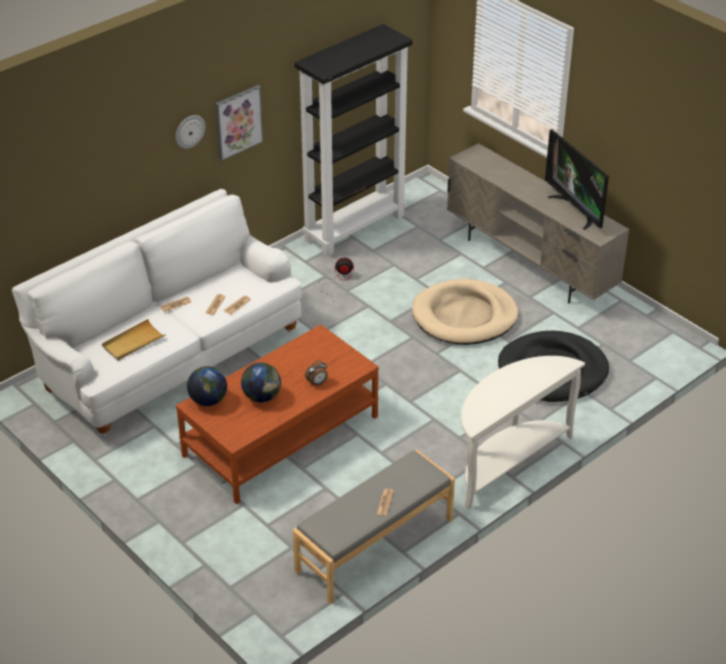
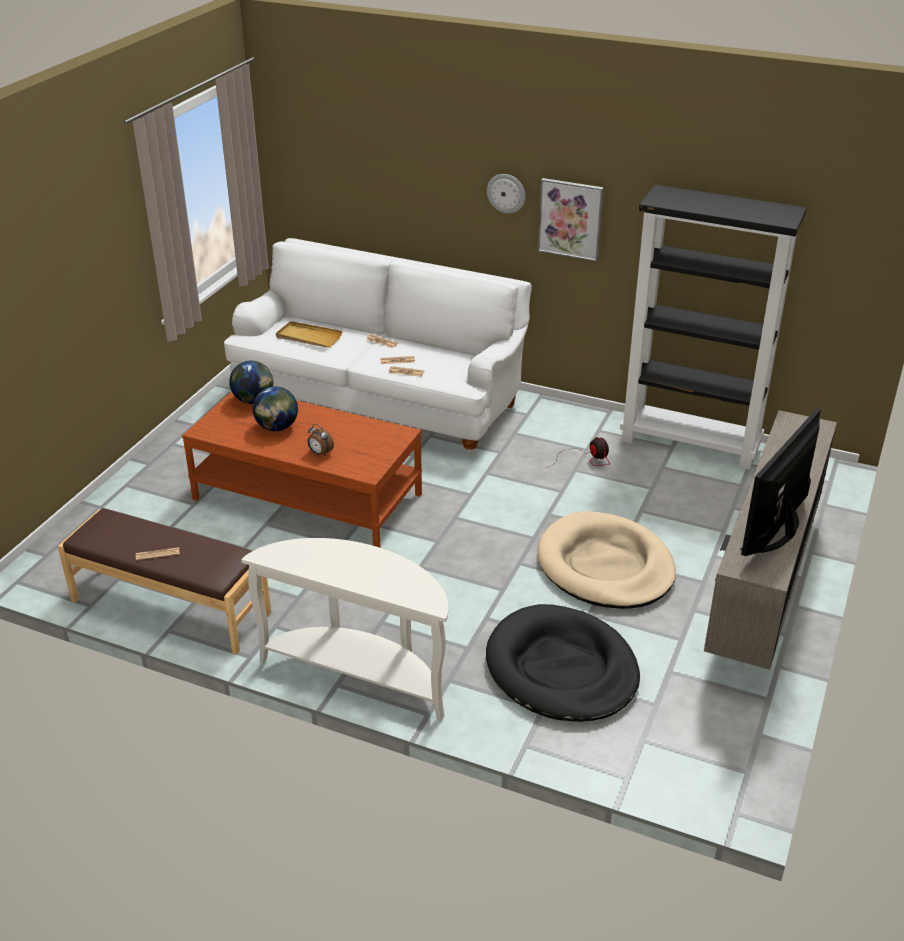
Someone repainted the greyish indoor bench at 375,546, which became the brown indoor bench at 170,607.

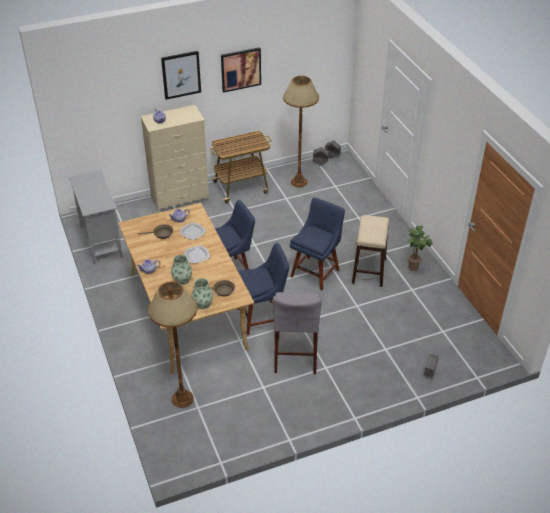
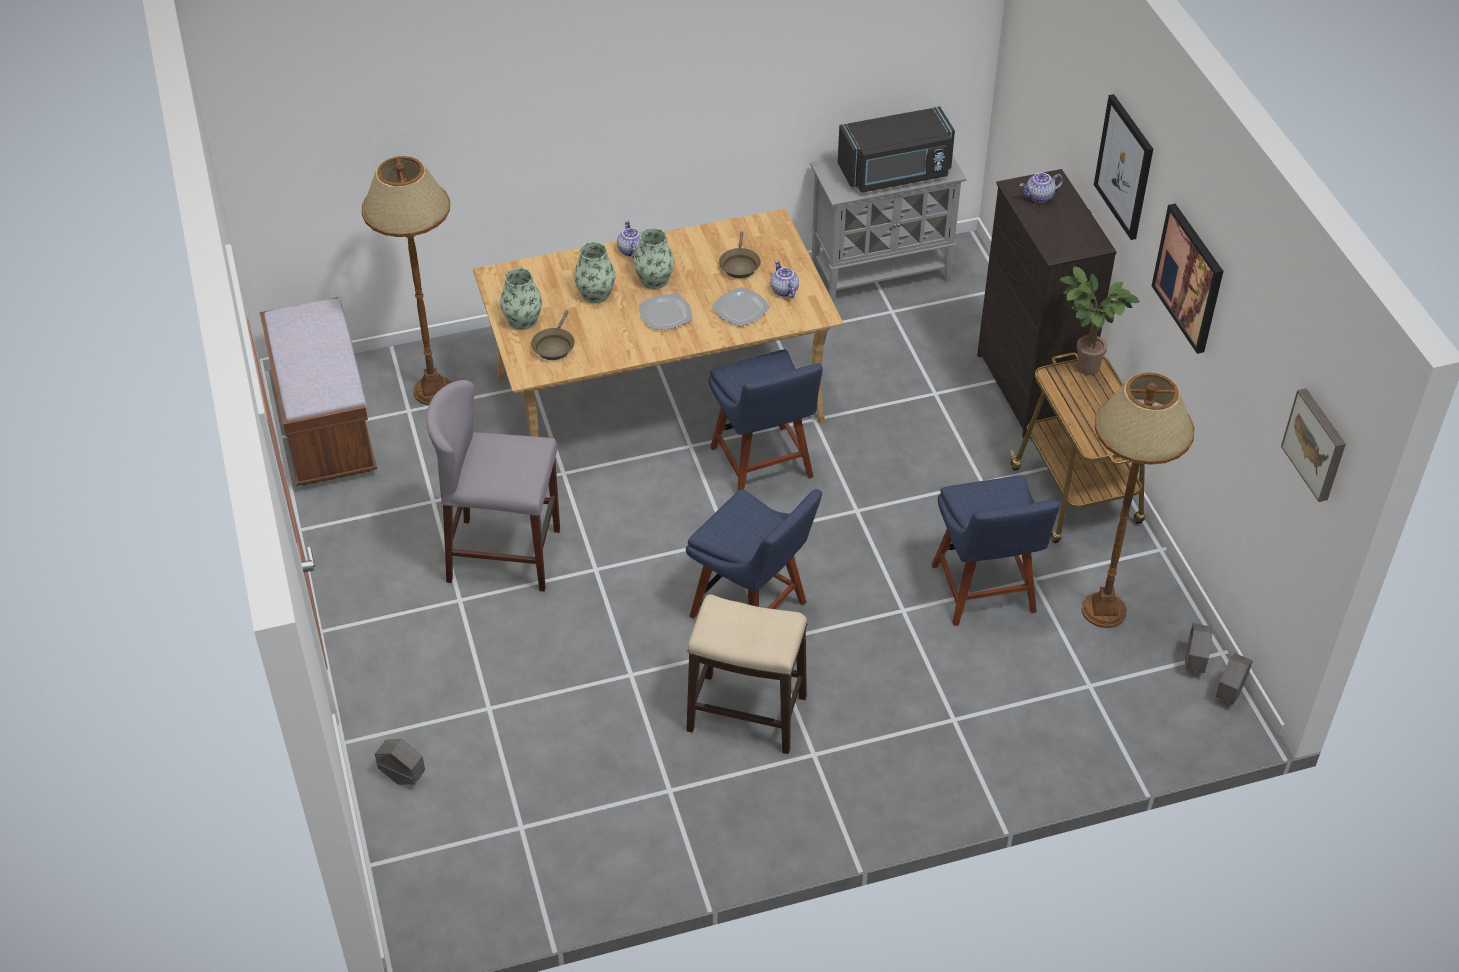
Someone put down the brown indoor bench at 325,428.
Someone put down the flower vase at 654,279.
Someone put down the black microwave at 895,174.
Someone carried the bluish upright chair from 262,317 to 985,593.
Someone repainted the sand-coloured chest of drawers at 180,198, which became the black chest of drawers at 1028,390.
Someone carried the houseplant from 414,268 to 1084,368.
Someone put up the wall art at 1317,444.

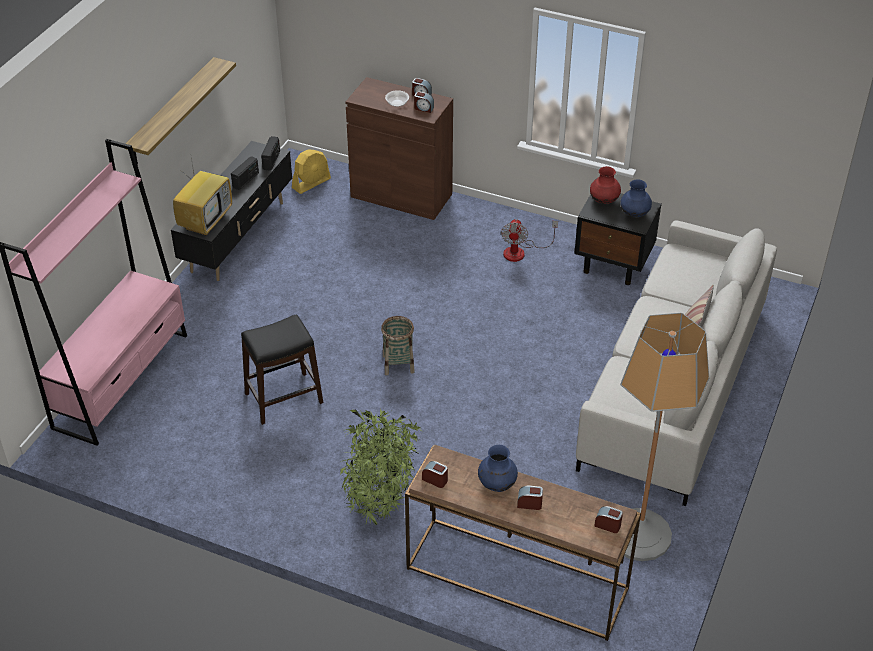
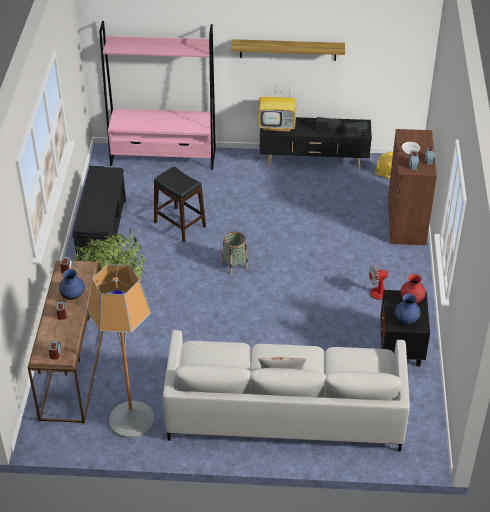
Someone put down the black indoor bench at 102,231.

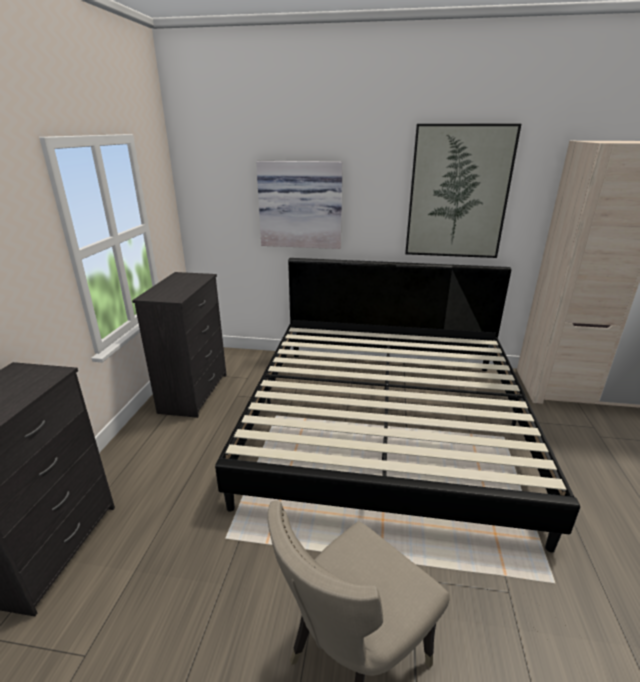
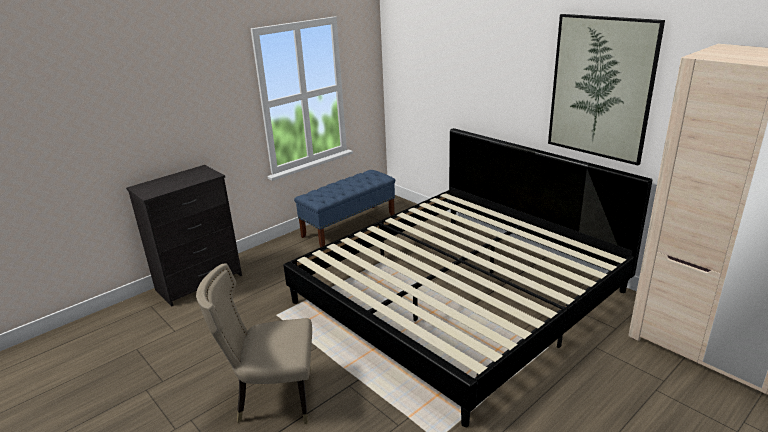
Someone swapped the black chest of drawers at 195,392 for the bluish indoor bench at 349,226.
Someone took away the wall art at 300,205.

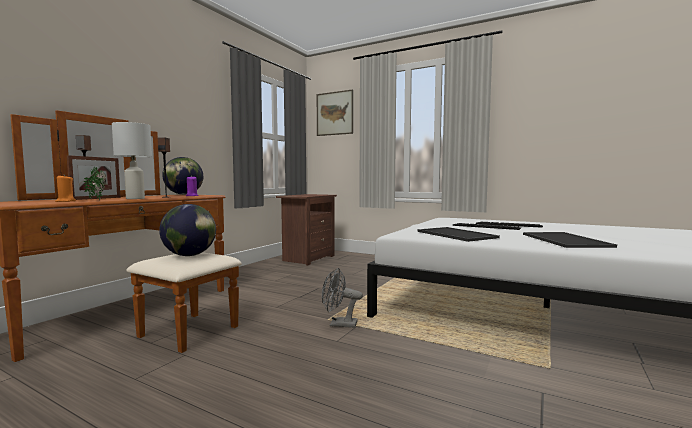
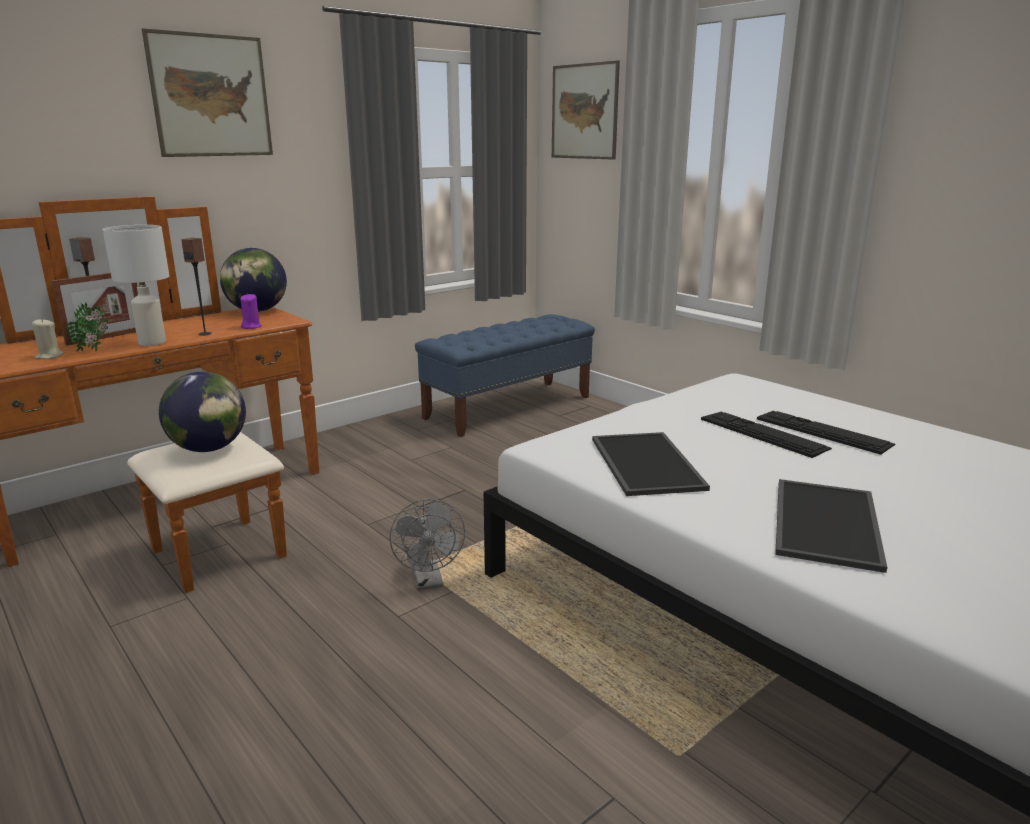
Someone repainted the orange candle at 65,201, which became the sand-coloured candle at 49,356.
Someone put up the wall art at 211,96.
Someone rotated the greyish fan at 339,324 by 135 degrees counterclockwise.
Someone swapped the brown bedside table at 308,258 for the bluish indoor bench at 509,407.

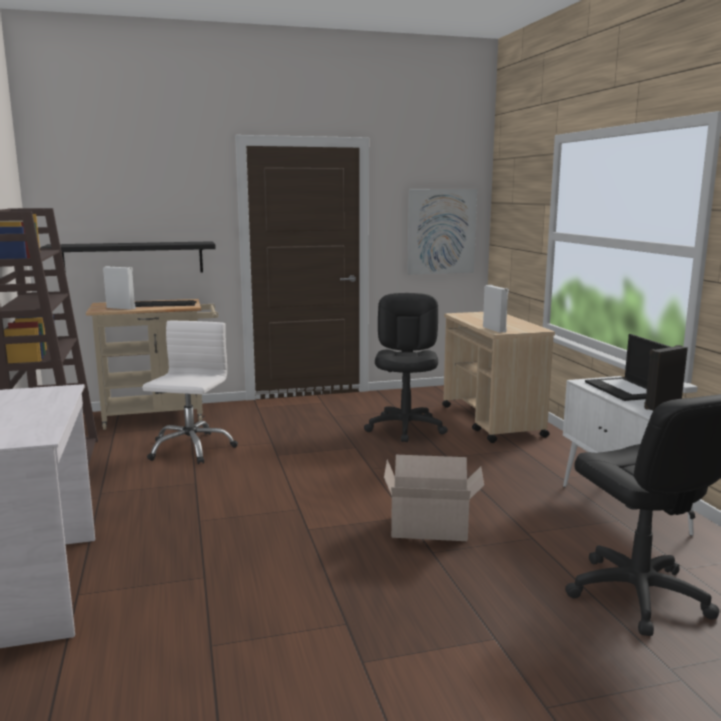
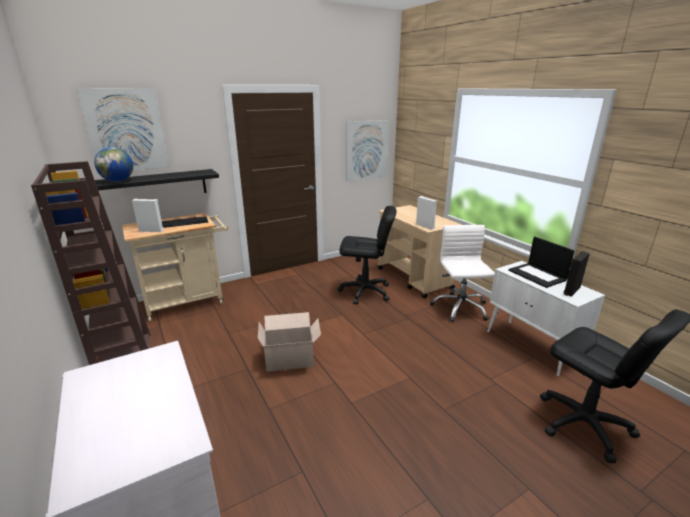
Someone put up the wall art at 126,130.
Someone put down the globe at 118,181.
Someone carried the packing box from 432,528 to 291,359.
Someone rotated the black office chair at 406,428 by 105 degrees clockwise.
Someone carried the white-coloured office chair from 190,448 to 460,308.

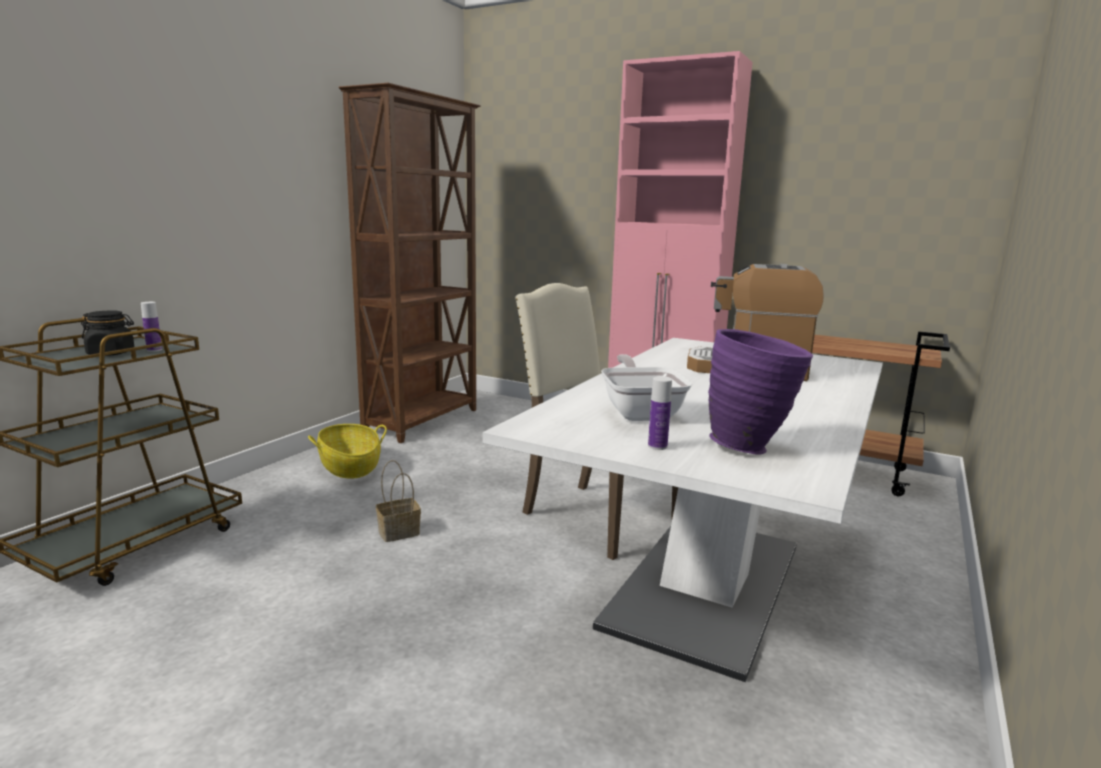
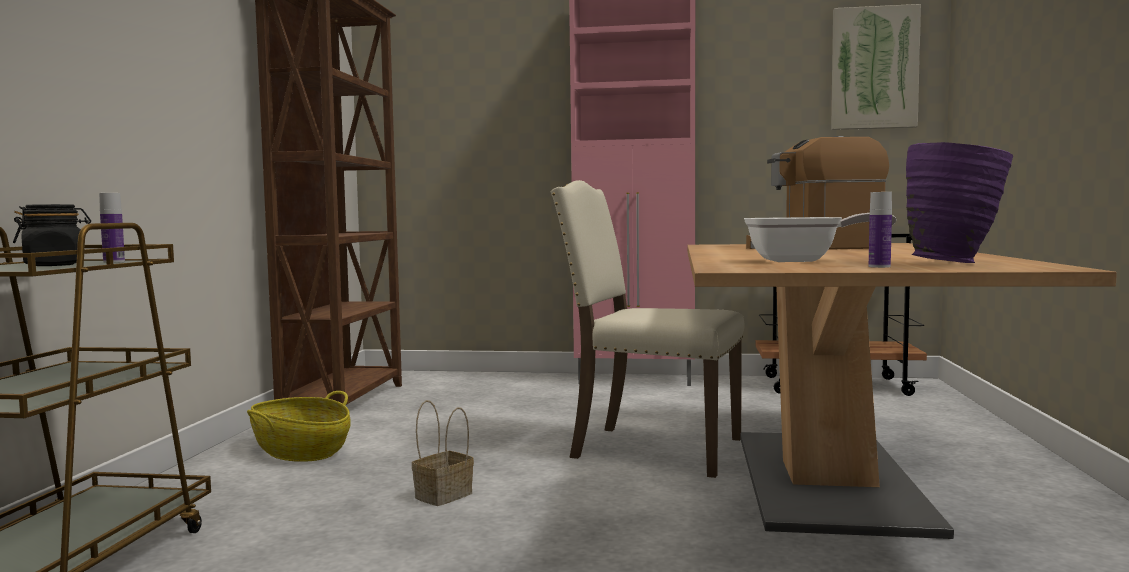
Someone repainted the white-coloured dinner table at 705,584, which became the brown dinner table at 827,479.
Someone rotated the skillet at 640,412 by 120 degrees clockwise.
Someone put up the wall art at 874,68.

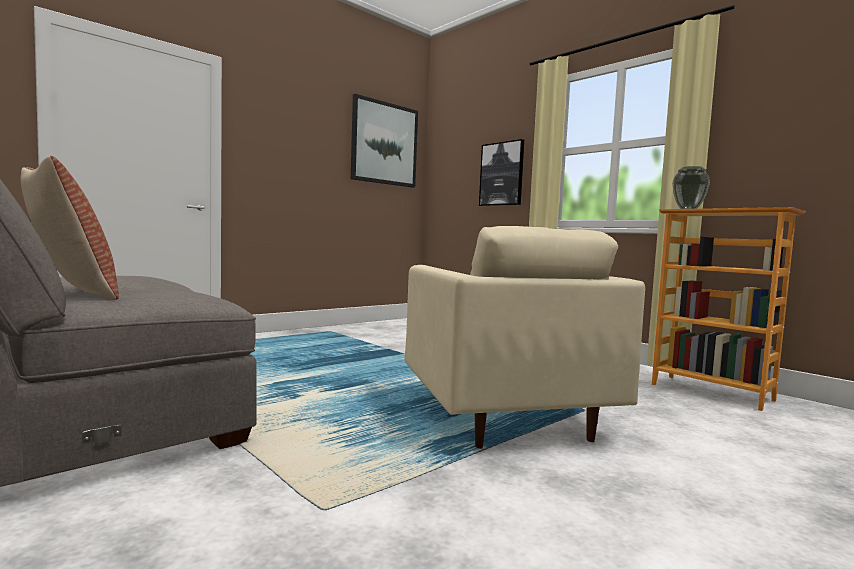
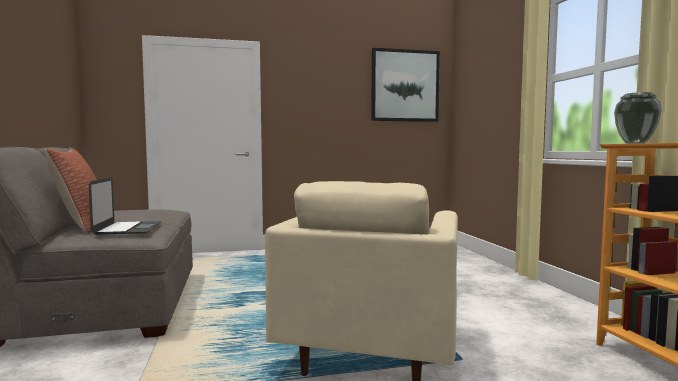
Someone put down the portable computer at 128,228.
Someone took away the wall art at 502,174.

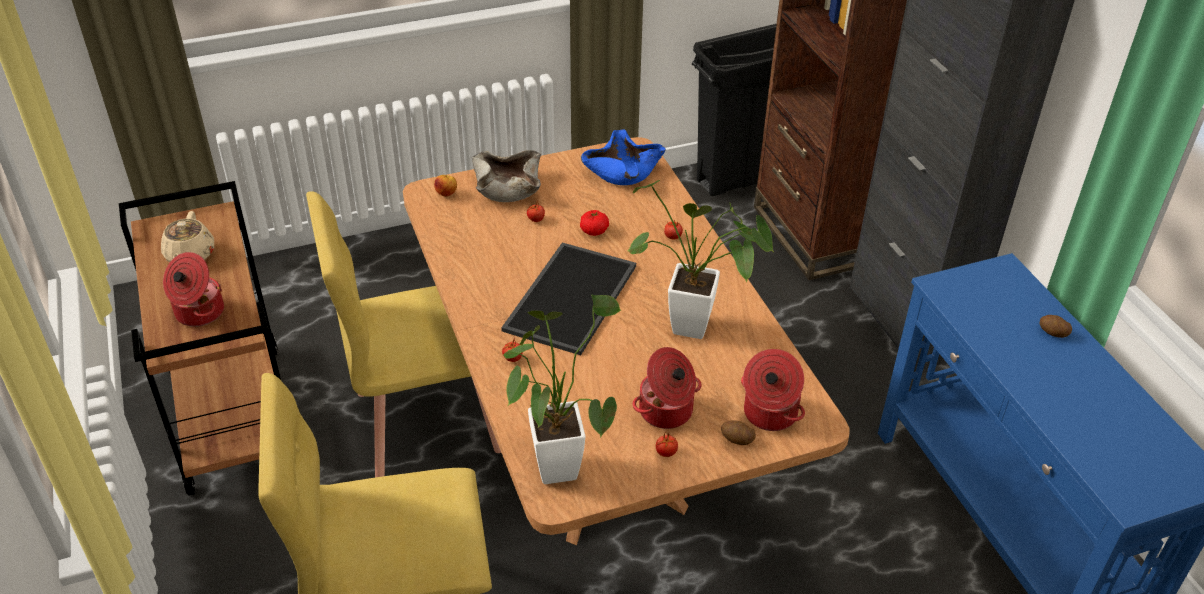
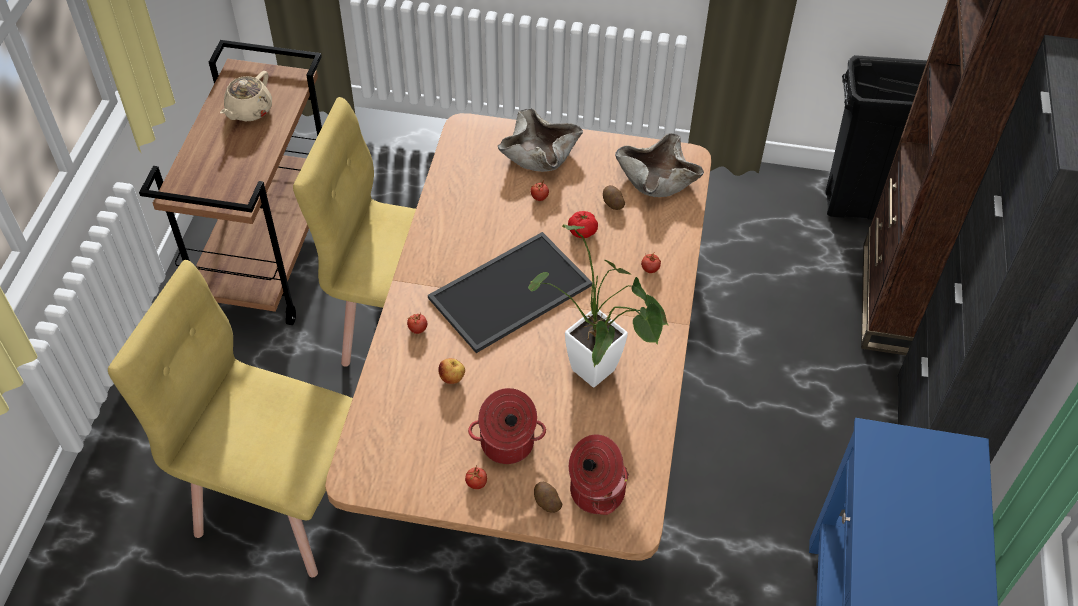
Someone carried the apple fruit from 447,194 to 452,379.
Someone carried the potato from 1052,333 to 612,203.
Someone repainted the bluish bowl at 622,171, which became the sand-coloured bowl at 656,178.
Someone took away the cooking pot at 198,312.
Someone took away the houseplant at 556,461.

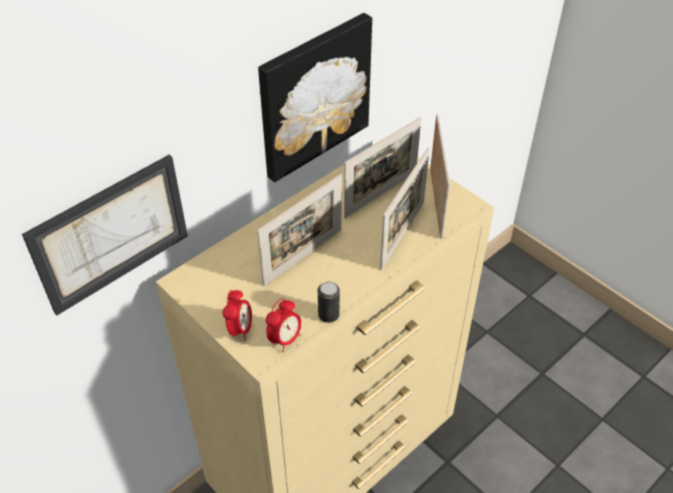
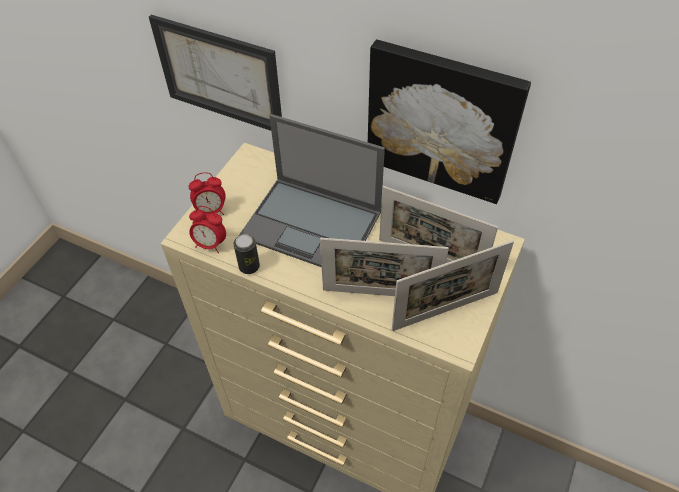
Someone swapped the picture frame at 303,256 for the portable computer at 313,225.

